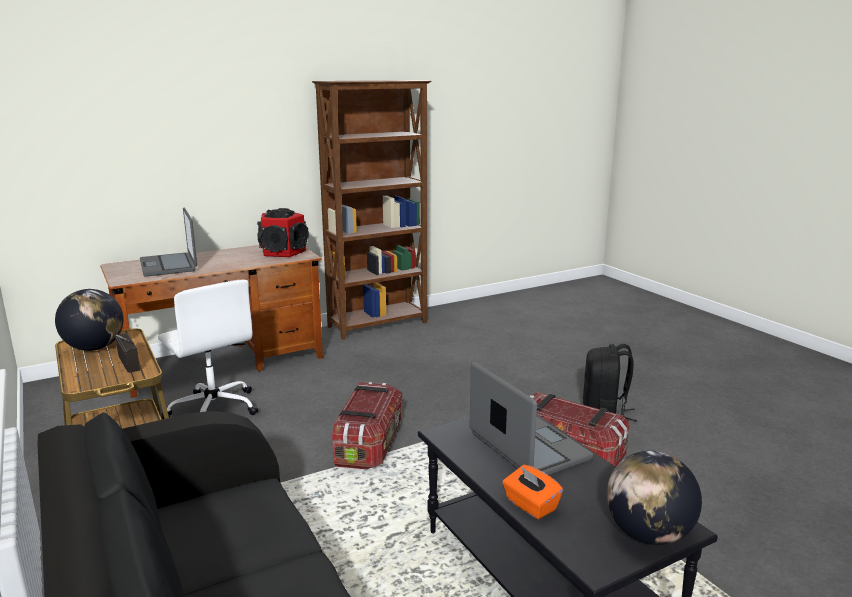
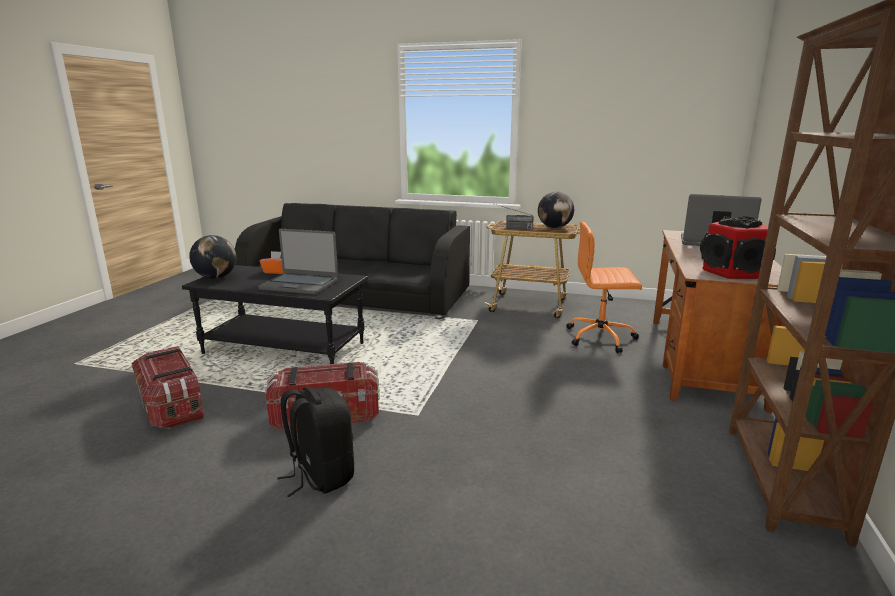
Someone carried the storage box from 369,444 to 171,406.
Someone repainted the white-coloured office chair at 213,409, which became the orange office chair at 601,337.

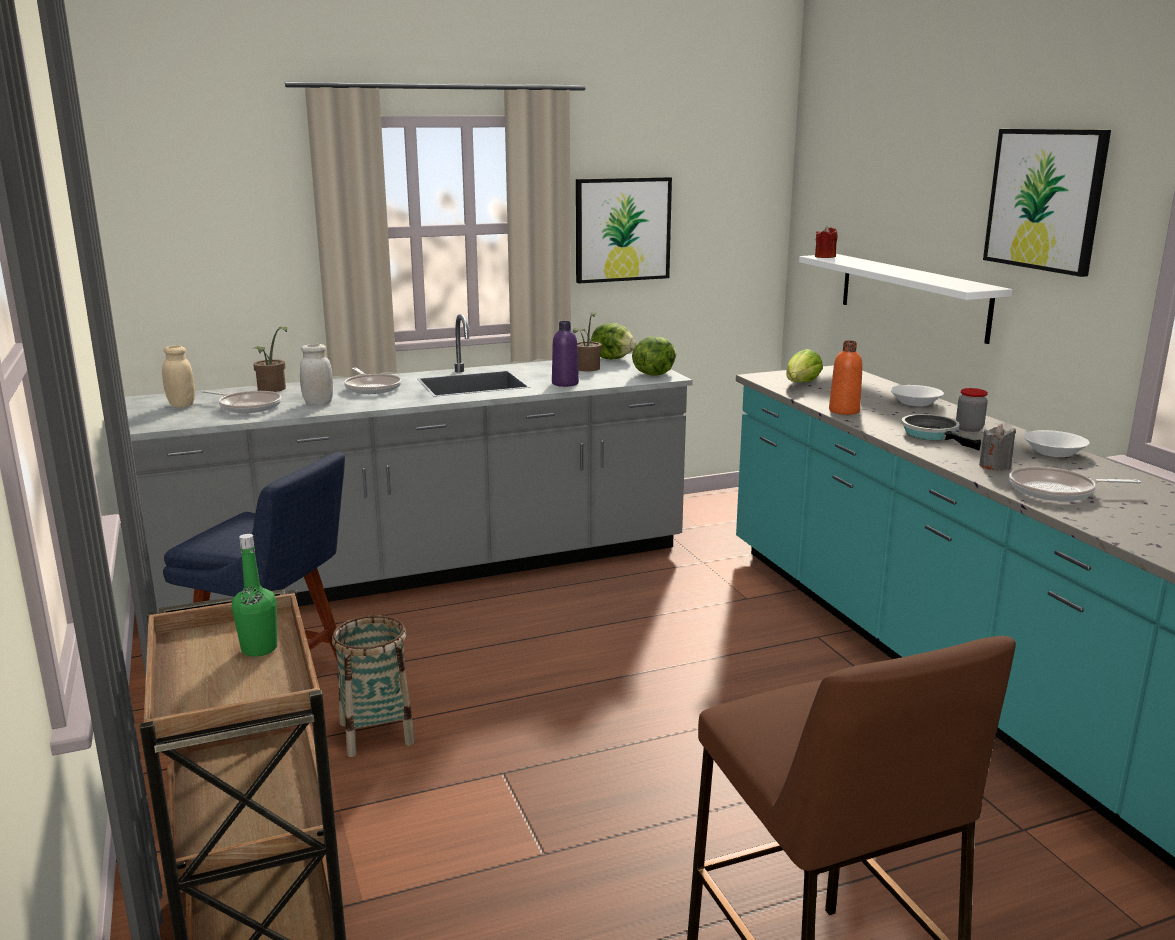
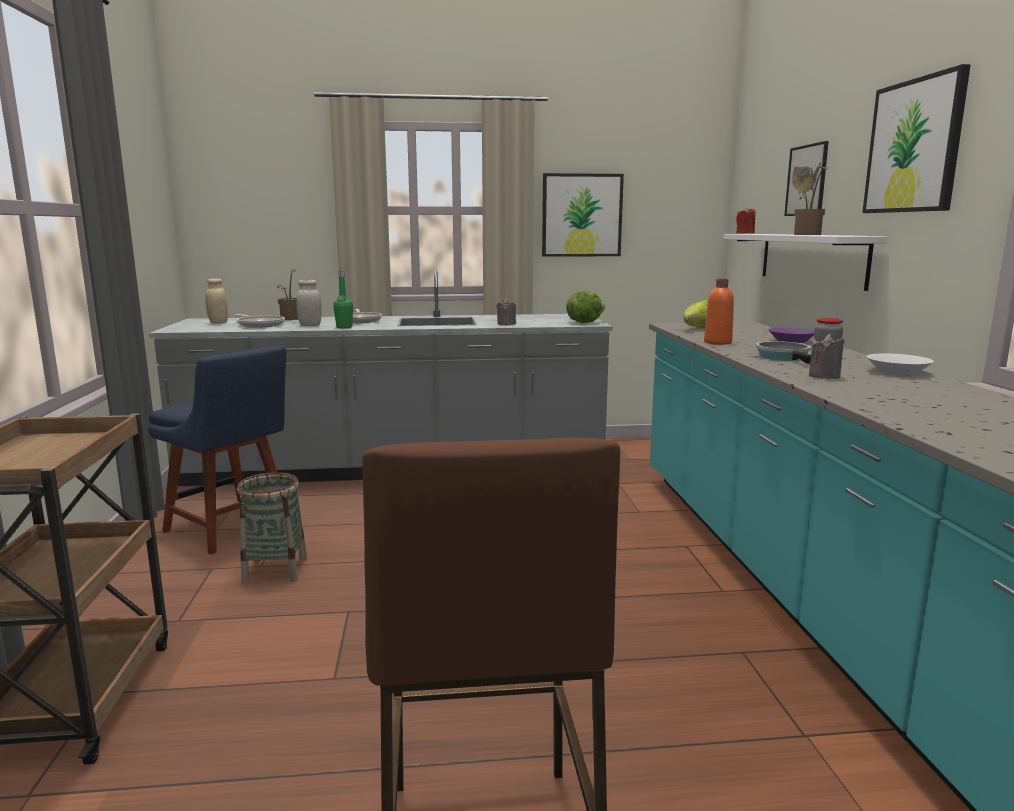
Someone carried the green-coloured bottle from 259,649 to 344,327.
Someone swapped the purple bottle at 565,383 for the greyish candle at 506,324.
Someone repainted the white-coloured bowl at 915,402, which became the purple bowl at 791,341.
Someone put up the wall art at 806,180.
Someone carried the houseplant from 587,369 to 807,234.
Someone took away the lettuce at 613,358.
Someone took away the skillet at 1057,491.

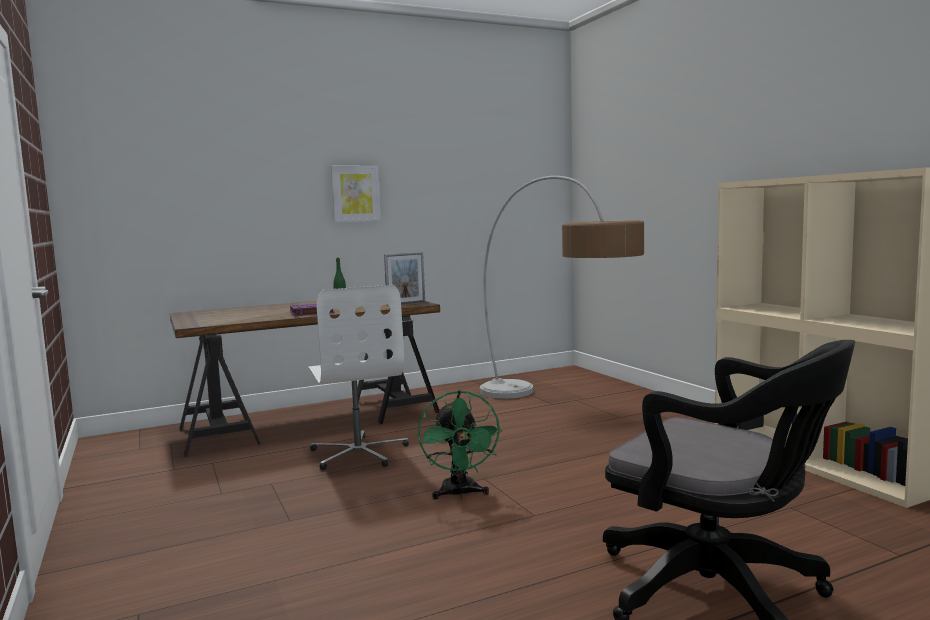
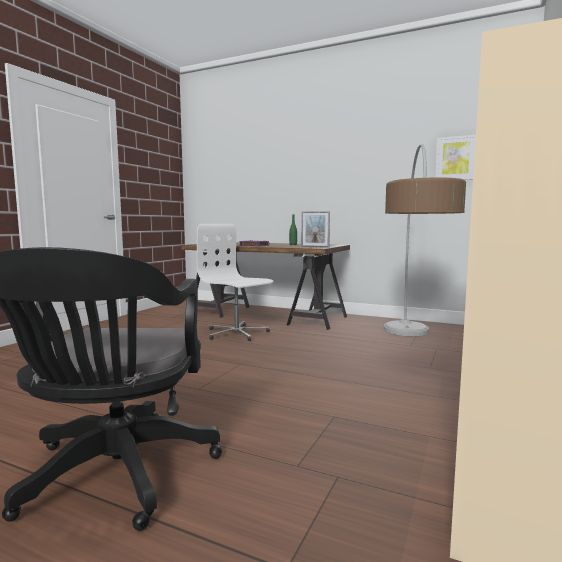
Someone rotated the white-coloured office chair at 359,453 by 105 degrees clockwise.
Someone carried the wall art from 355,193 to 455,158.
Someone took away the green-coloured fan at 460,494.

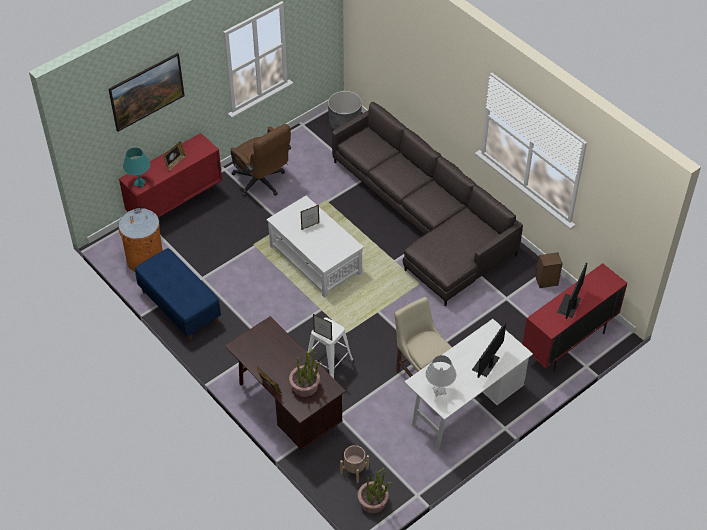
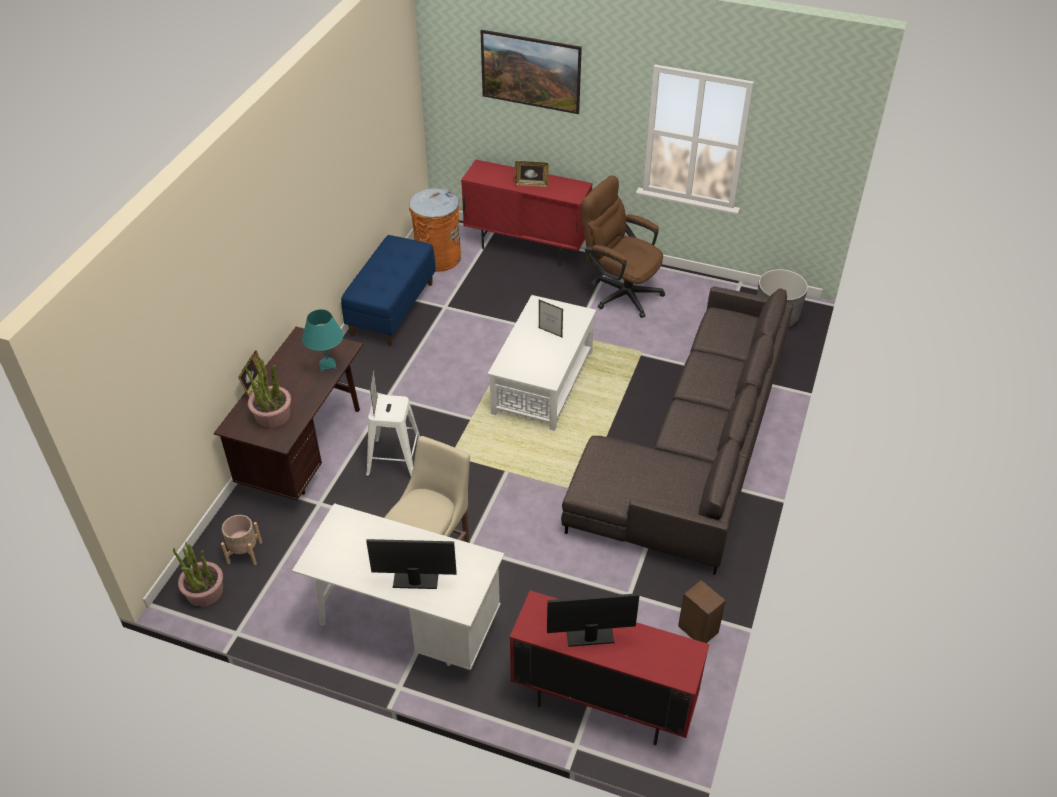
Someone carried the blue-green table lamp from 140,183 to 327,365.
Someone rotated the brown office chair at 262,183 by 105 degrees clockwise.
Someone took away the white-coloured table lamp at 439,391.

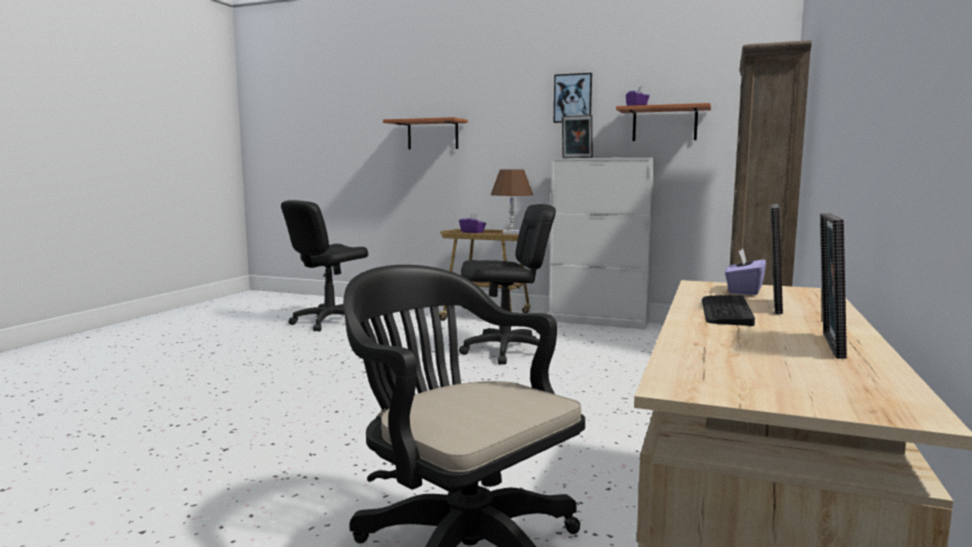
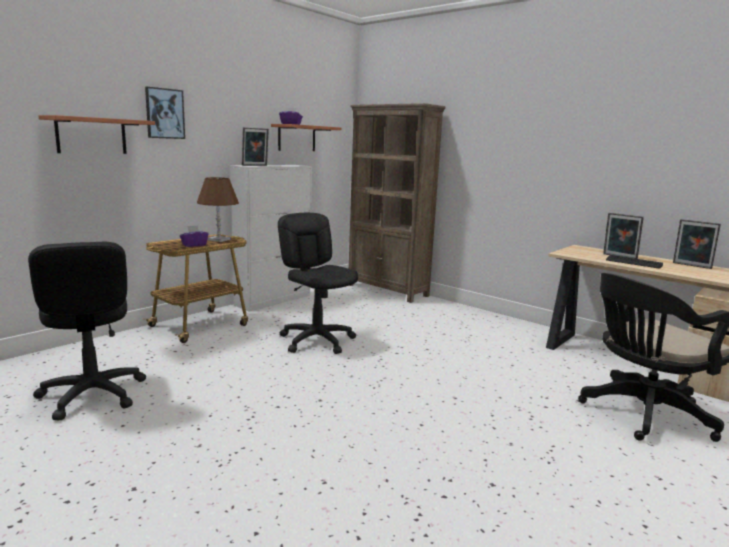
Someone carried the wall art from 573,98 to 164,113.
Someone rotated the black office chair at 505,351 by 45 degrees counterclockwise.
Someone took away the purple tissue box at 743,291.

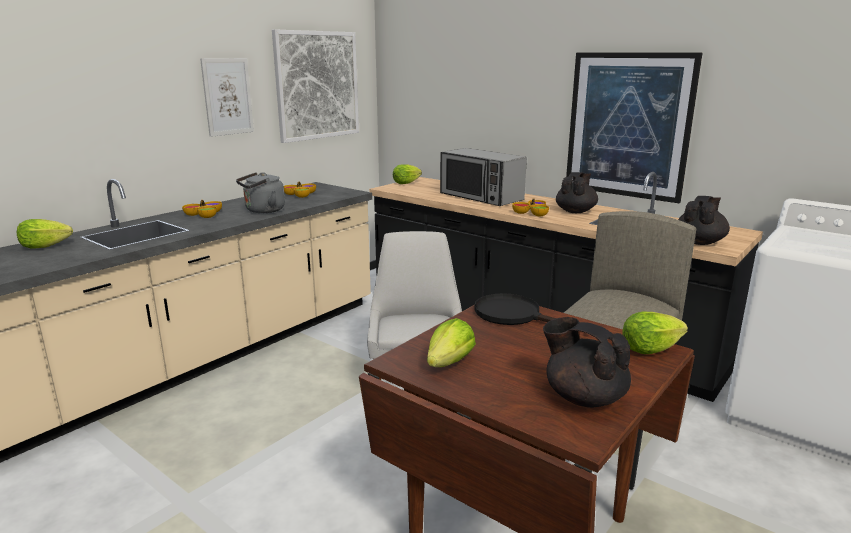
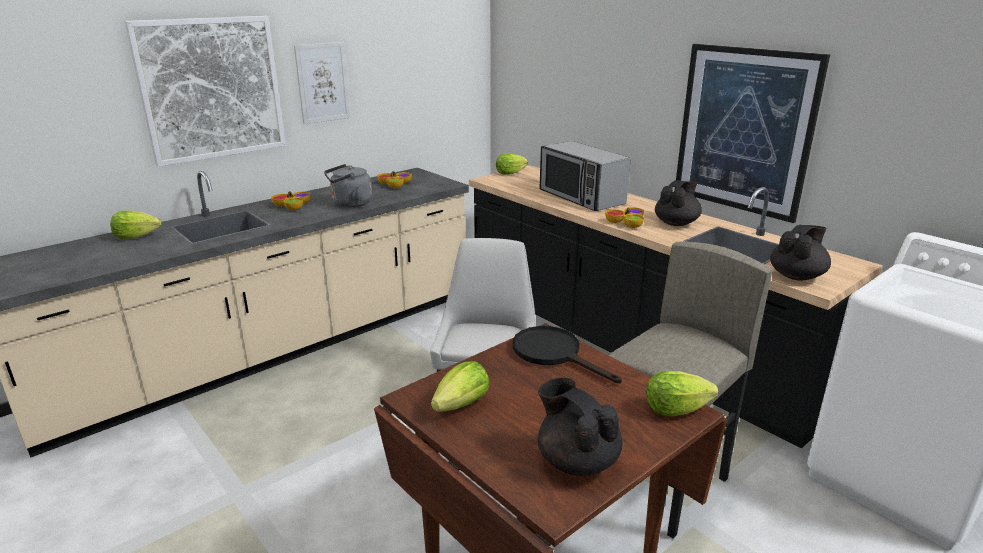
Someone carried the wall art from 317,85 to 211,89.

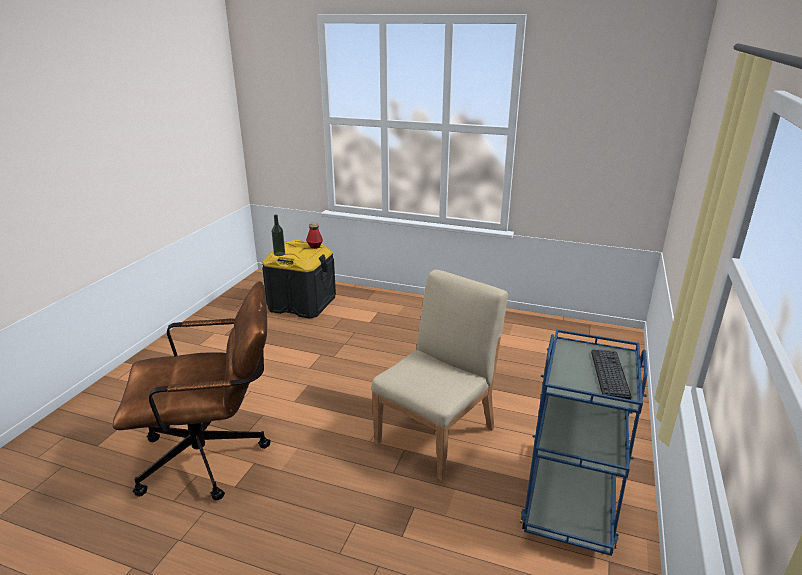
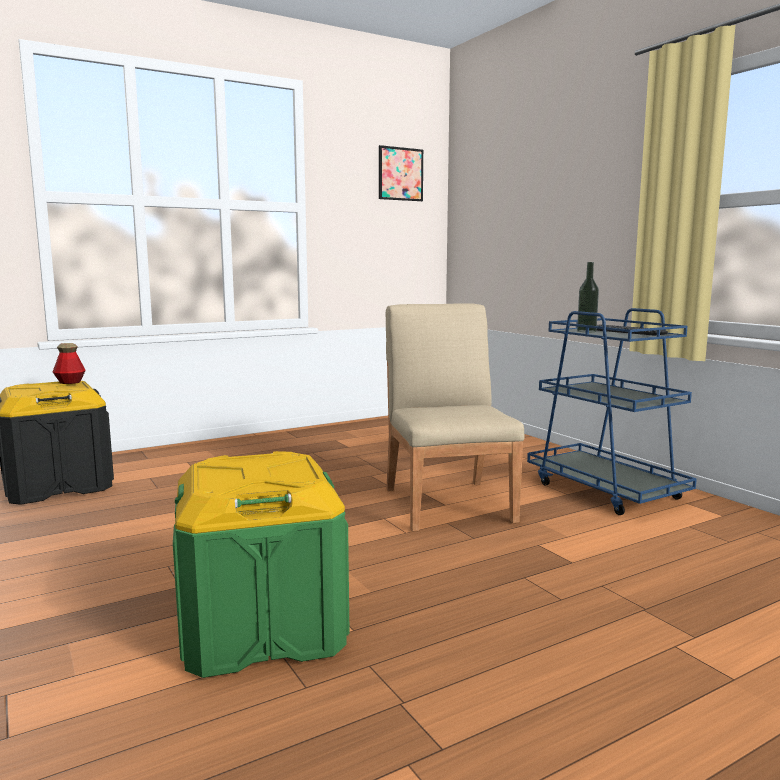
Someone swapped the brown office chair at 215,456 for the green-coloured storage box at 262,627.
Someone put up the wall art at 400,174.
Someone carried the bottle from 279,254 to 586,331.

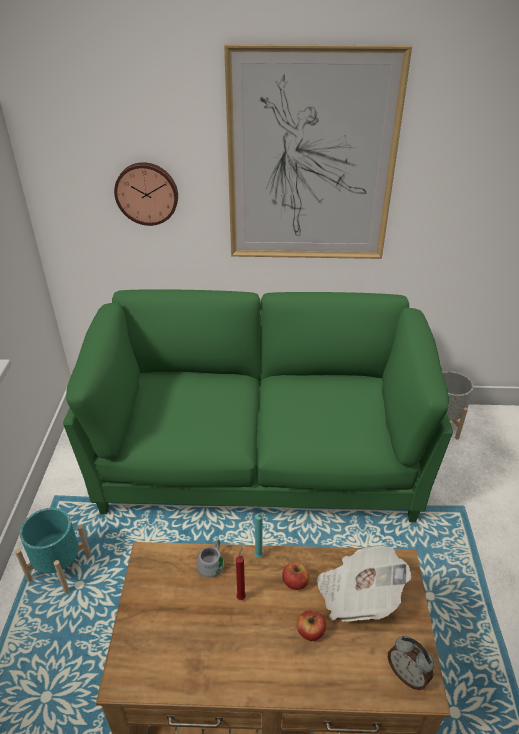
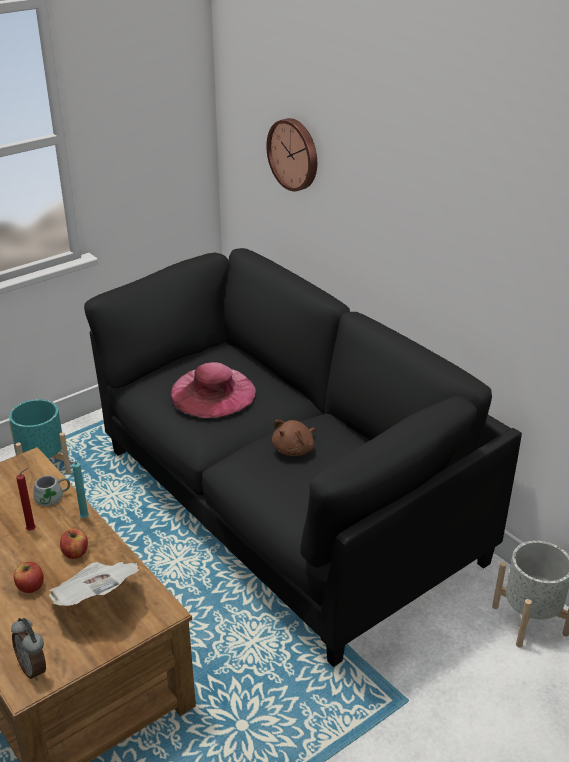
Someone rotated the alarm clock at 407,674 by 45 degrees counterclockwise.
Someone repainted the green-coloured settee at 259,458, which became the black settee at 286,505.
Someone put down the pink hat at 212,392.
Someone put down the brown soft toy at 295,449.
Someone took away the wall art at 311,161.

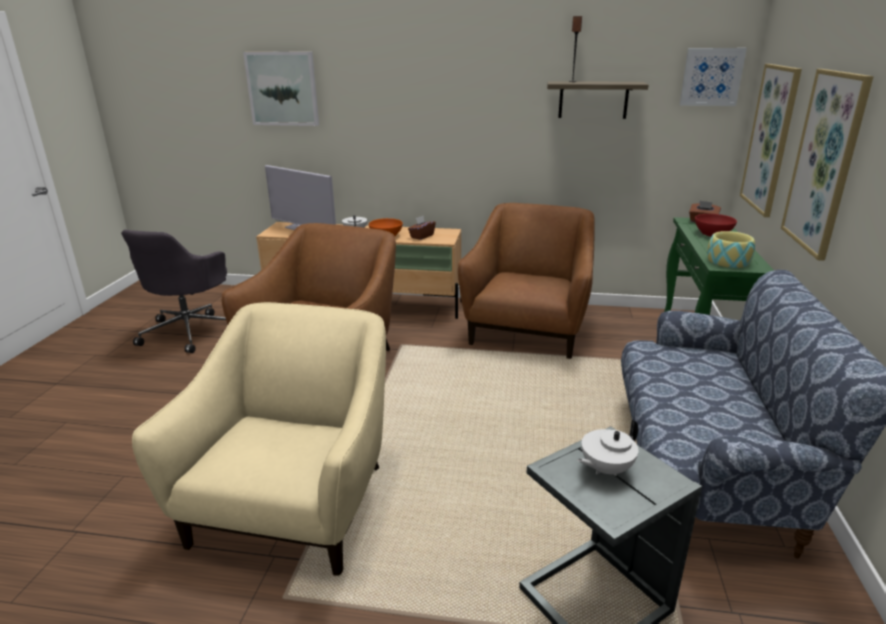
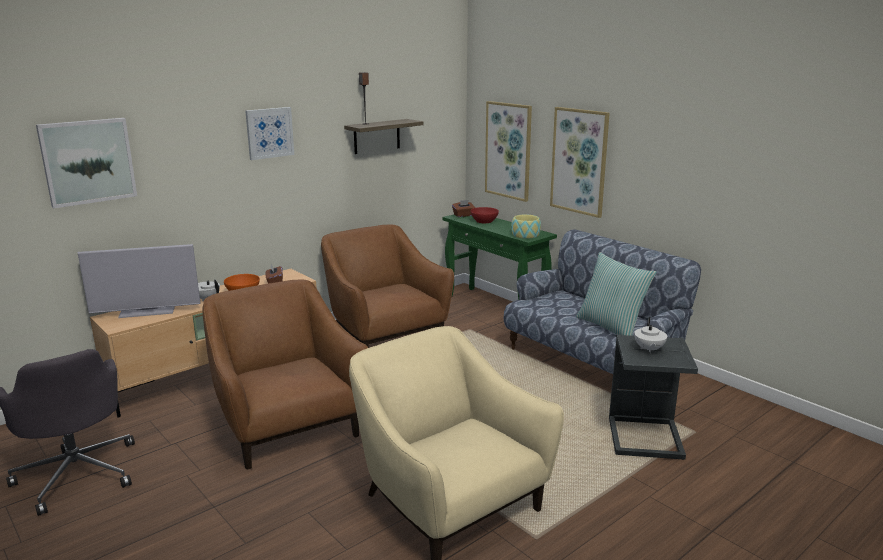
Someone carried the wall art from 711,77 to 269,133.
Someone put down the pillow at 611,327.

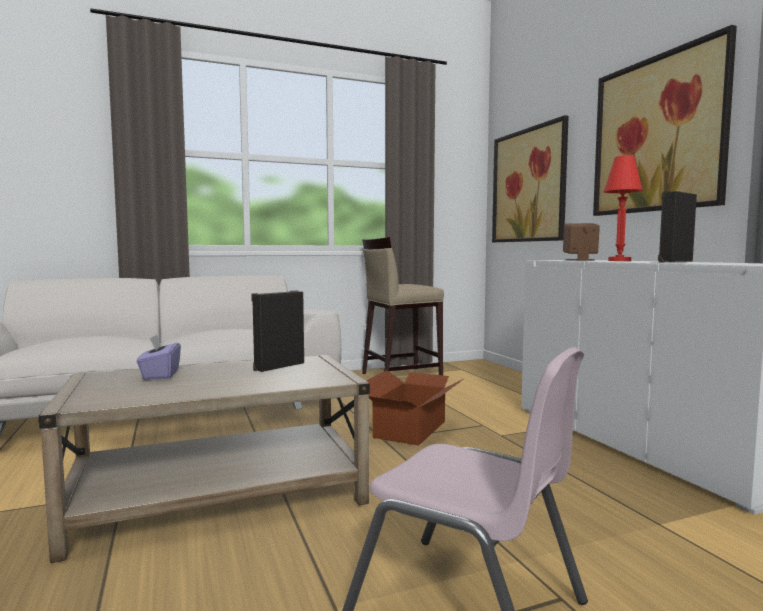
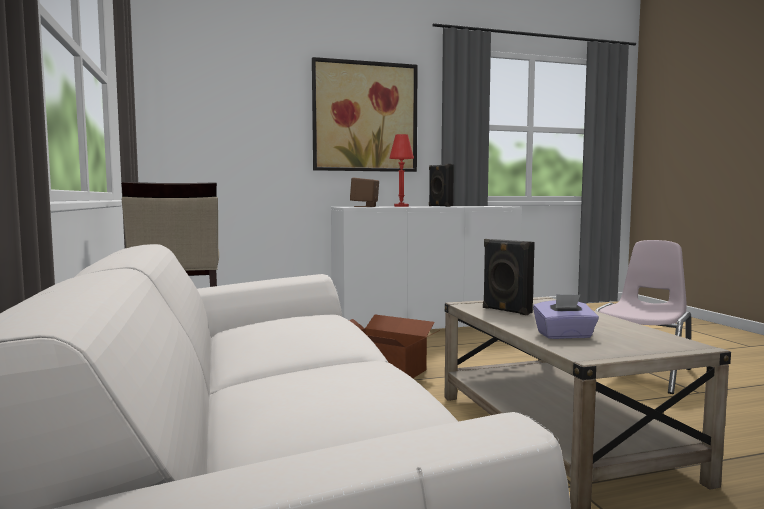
Someone took away the wall art at 529,185.

